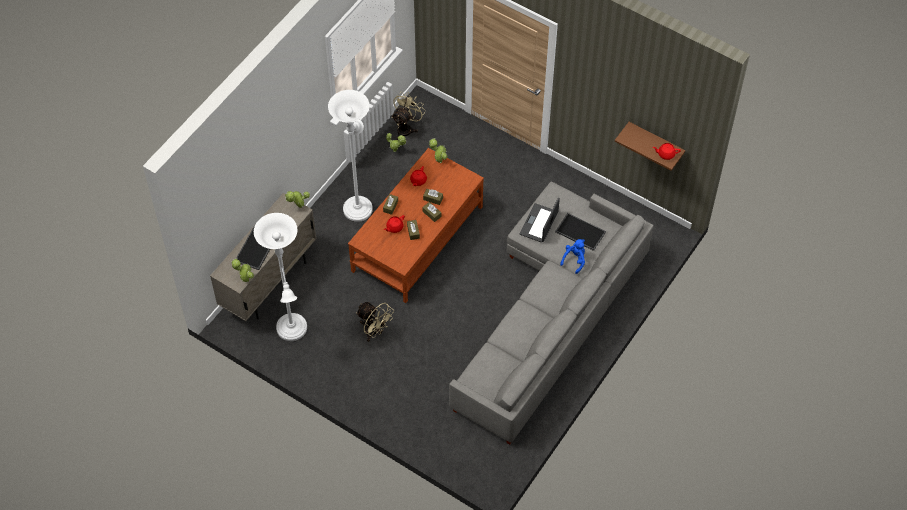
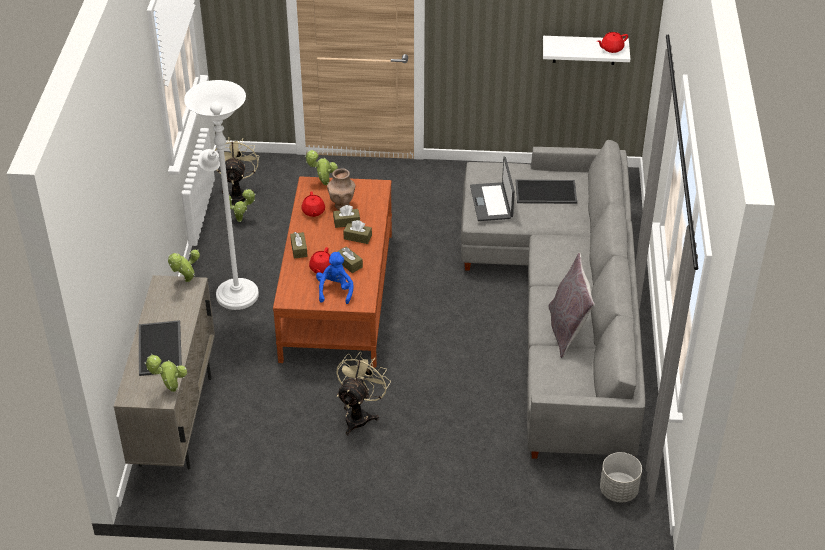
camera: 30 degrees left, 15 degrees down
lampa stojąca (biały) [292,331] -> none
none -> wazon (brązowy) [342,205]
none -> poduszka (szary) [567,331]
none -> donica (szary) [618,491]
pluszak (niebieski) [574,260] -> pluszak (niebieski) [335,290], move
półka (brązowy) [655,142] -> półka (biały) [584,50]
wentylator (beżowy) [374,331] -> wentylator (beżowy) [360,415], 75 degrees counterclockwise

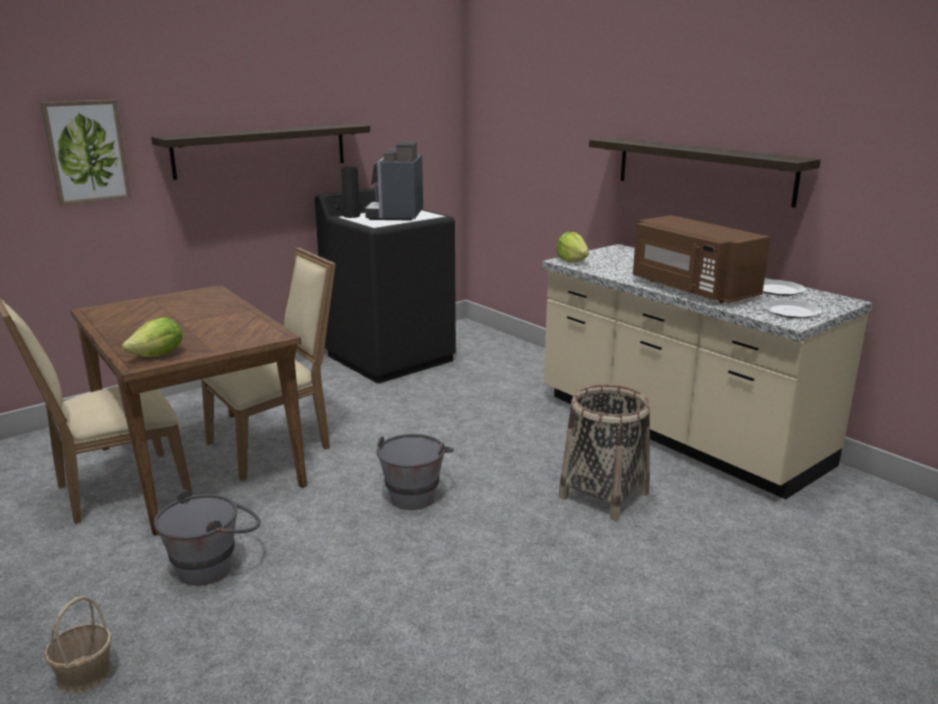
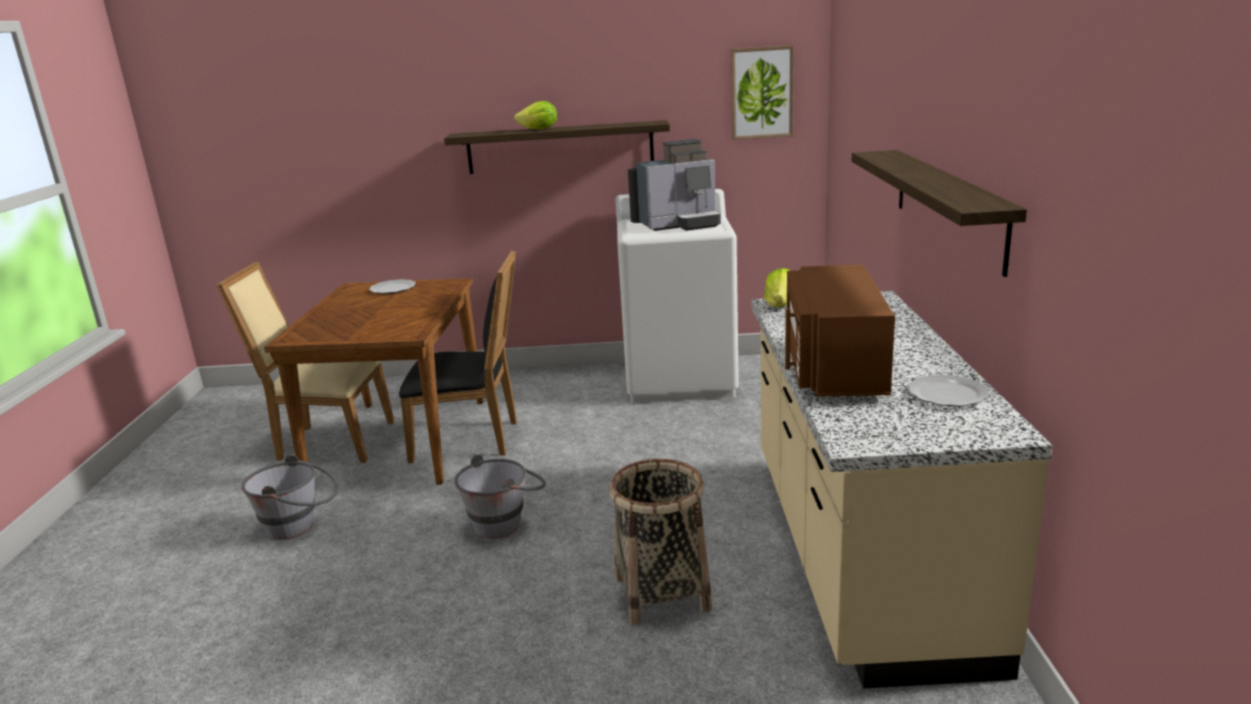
camera: 40 degrees right, 0 degrees up
koszyk [84,675] -> none
obraz [86,151] -> obraz [761,93], move
sałata [158,355] -> sałata [539,129], move
talerz [792,312] -> talerz [392,289], move
krzesło (beżowy) [276,445] -> krzesło (czarny) [472,439]
pralka (czarny) [391,358] -> pralka (biały) [680,379]
ekspres do kawy [397,215] -> ekspres do kawy [681,224], 150 degrees counterclockwise

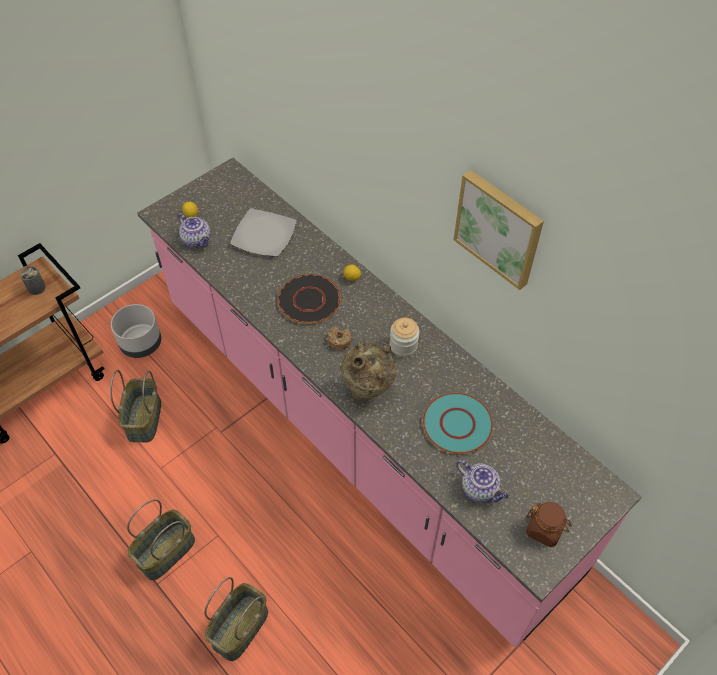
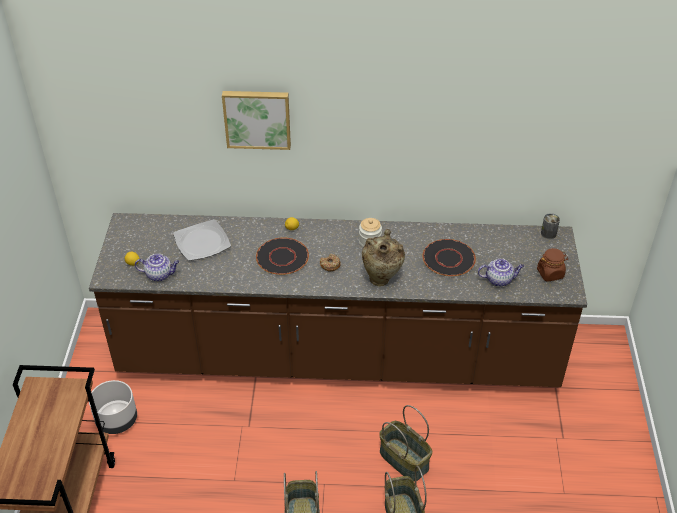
camera: 45 degrees left, 10 degrees down
puszka [36,288] -> puszka [548,233], move
koszyk [145,419] -> koszyk [405,460], move
obraz [499,228] -> obraz [257,118], move
zabudowa kuchenna (różowy) [358,431] -> zabudowa kuchenna (brązowy) [338,356]
talerz (turkusowy) [457,423] -> talerz (czarny) [448,258]

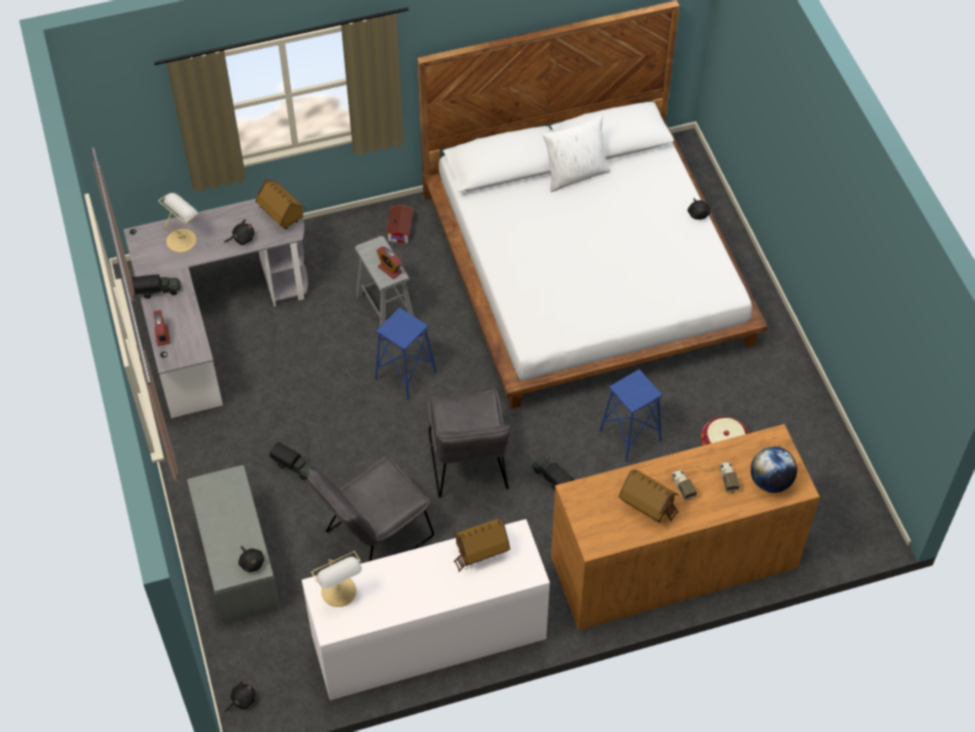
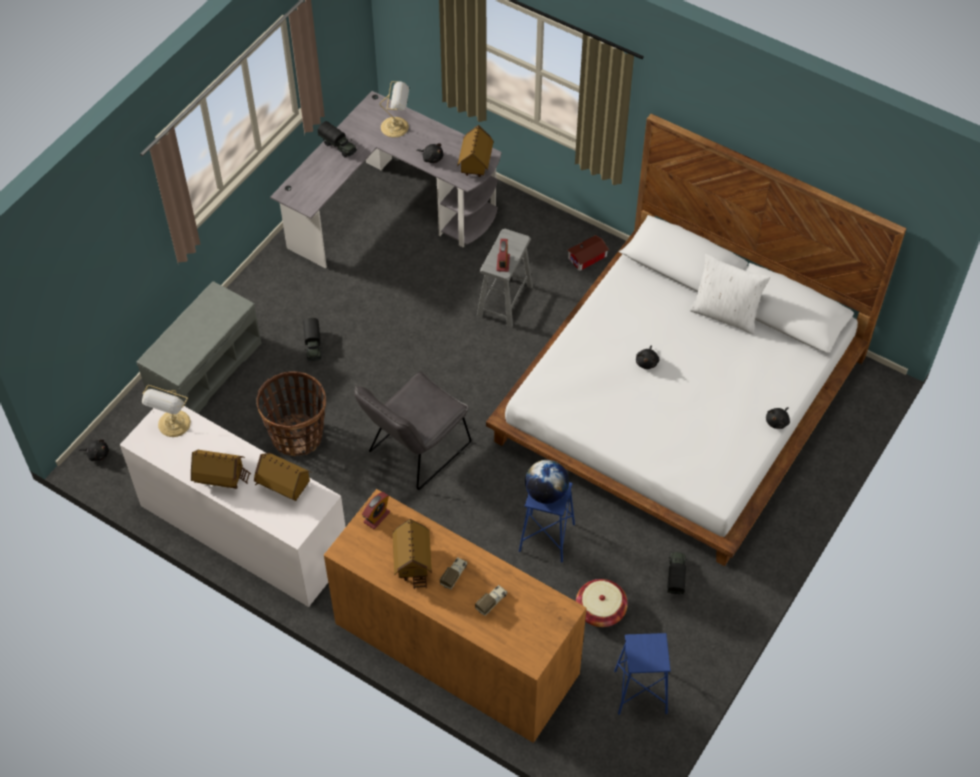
camera: 50 degrees right, 0 degrees up
none -> domek [221,479]
budzik [162,335] -> budzik [376,517], move
pluszak (czarny) [251,562] -> pluszak (czarny) [647,362], move
stołek (niebieski) [405,375] -> stołek (niebieski) [640,692], move
ciężarówka zabawkowa [551,478] -> ciężarówka zabawkowa [676,576], move
globus [770,481] -> globus [546,493], move
krzesło (szary) [373,538] -> koszyk [297,436]

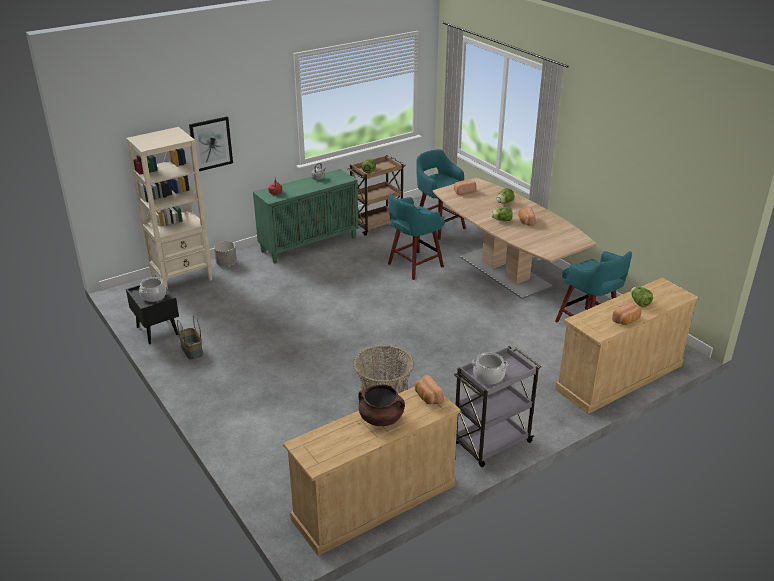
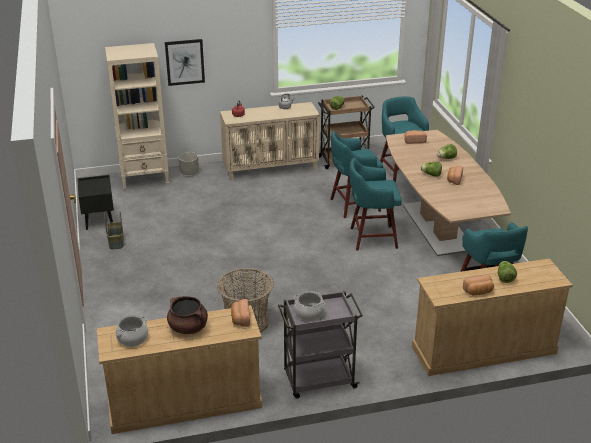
camera: 20 degrees right, 0 degrees up
none -> stołek (turkusowy) [371,238]
garnek [153,296] -> garnek [132,338], move
szafka (zielony) [309,244] -> szafka (beżowy) [271,168]

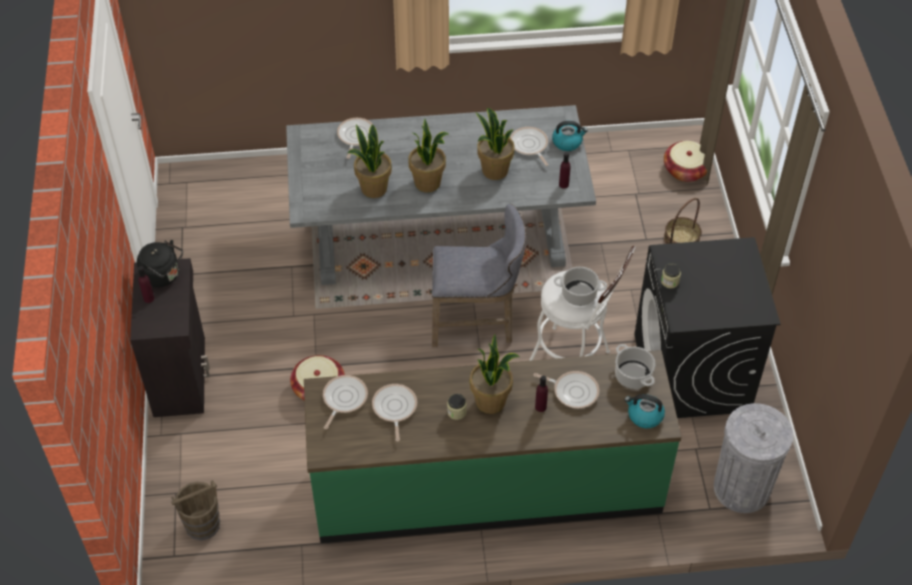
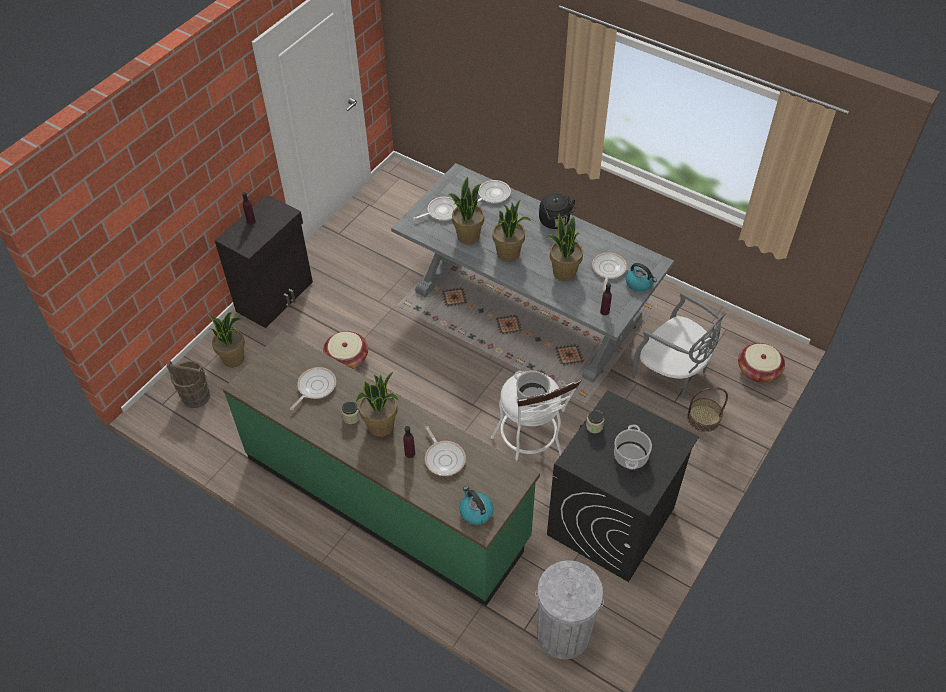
camera: 40 degrees right, 0 degrees up
stołek (szary) [477,324] -> none
none -> roślina doniczkowa [234,358]
none -> krzesło (szary) [672,372]
czajnik (czarny) [163,276] -> czajnik (czarny) [555,222], move
patelnia [343,399] -> patelnia [441,211], move
garnek [632,375] -> garnek [630,455], move

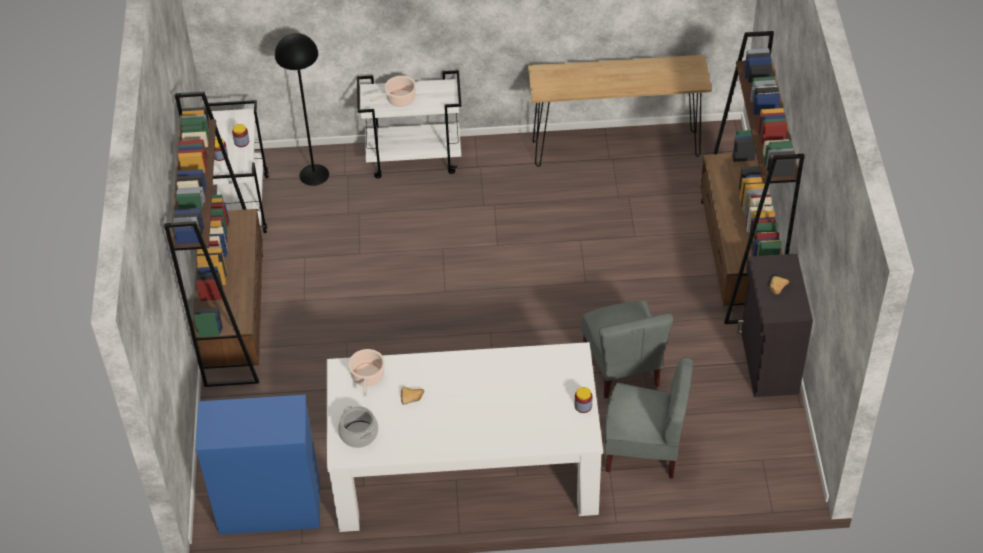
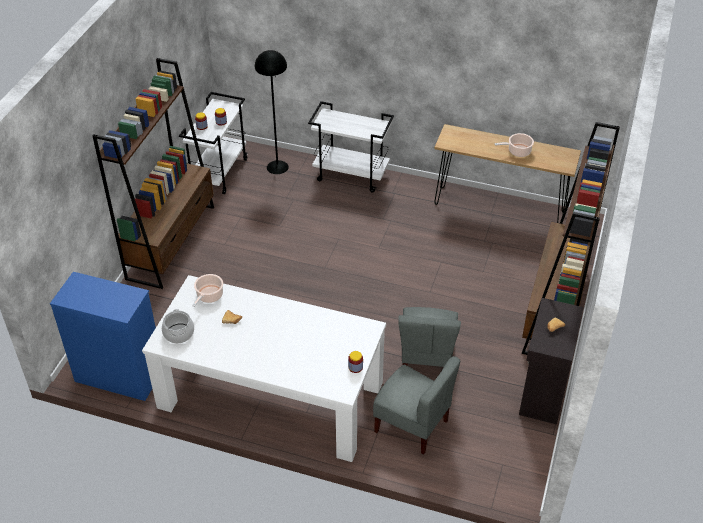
camera: 20 degrees right, 5 degrees down
garnek [399,99] -> garnek [517,151], move

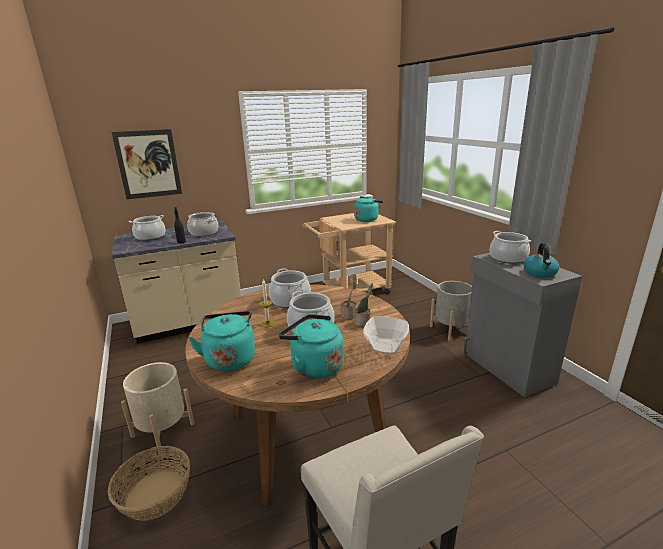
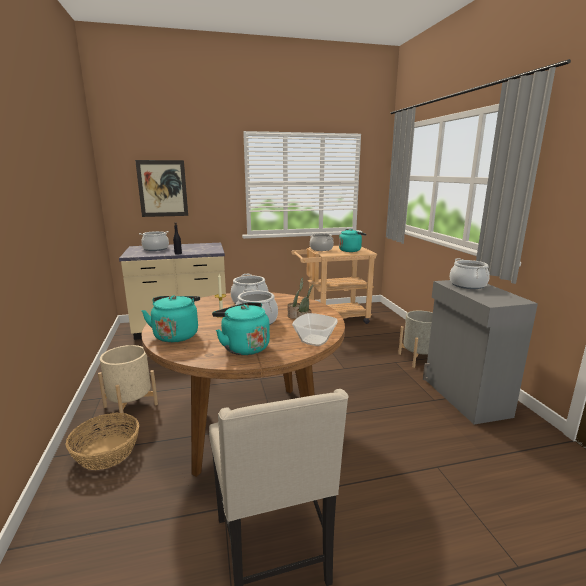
camera: 10 degrees right, 5 degrees down
czajnik [540,273] -> none
garnek [204,232] -> garnek [321,249], move

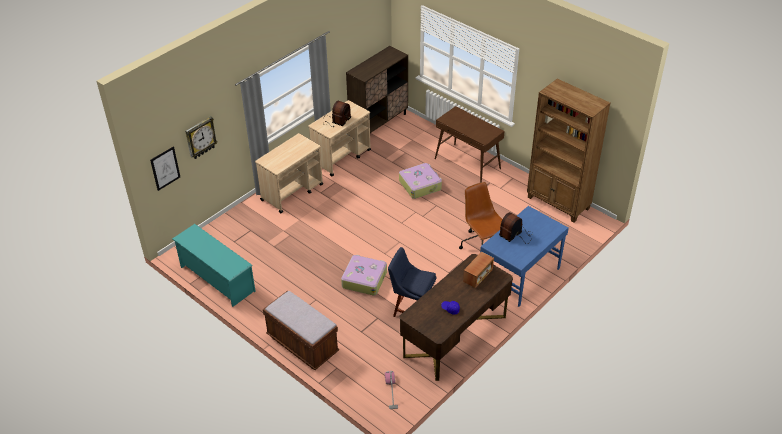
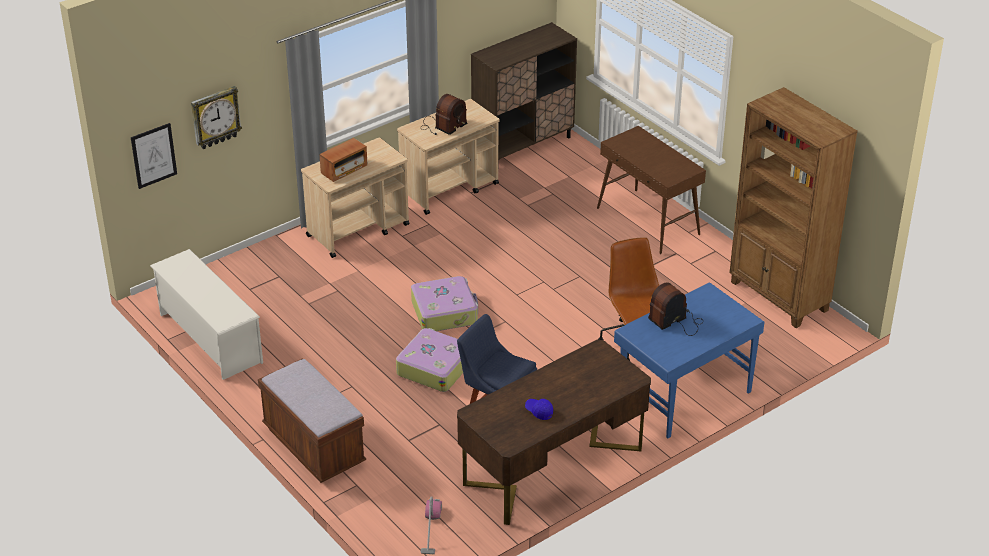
camera: 10 degrees right, 5 degrees down
walizka [420,185] -> walizka [445,312], move
radio [478,276] -> radio [344,170], move
regał na buty (turkusowy) [217,279] -> regał na buty (biały) [210,338]

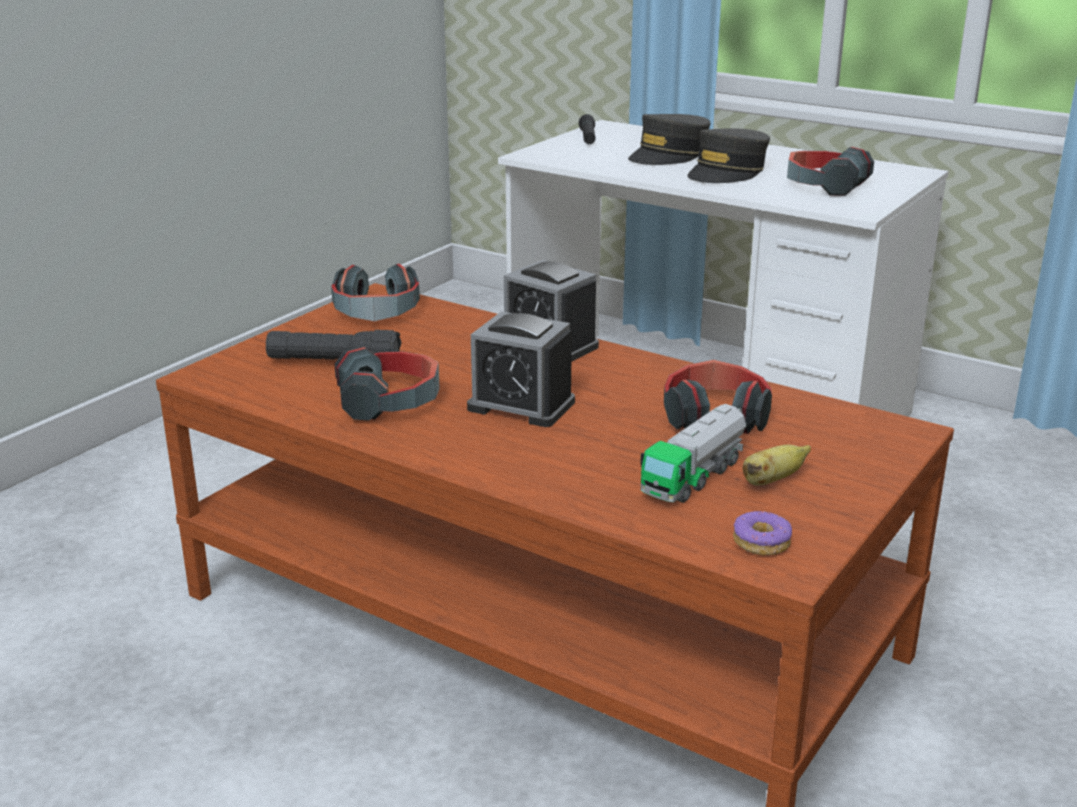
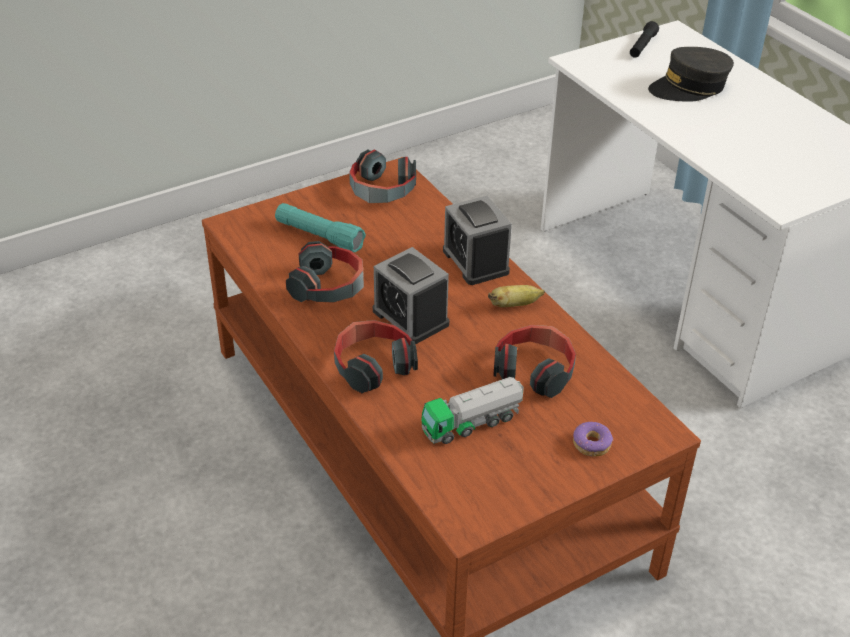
camera: 25 degrees right, 15 degrees up
czapka z daszkiem (szary) [727,172] -> none
donut [762,542] -> donut [592,444], move
banan [772,480] -> banan [514,305], move
słuchawki [824,186] -> słuchawki [373,366], move
latarka (czarny) [334,363] -> latarka (turkusowy) [319,236]

